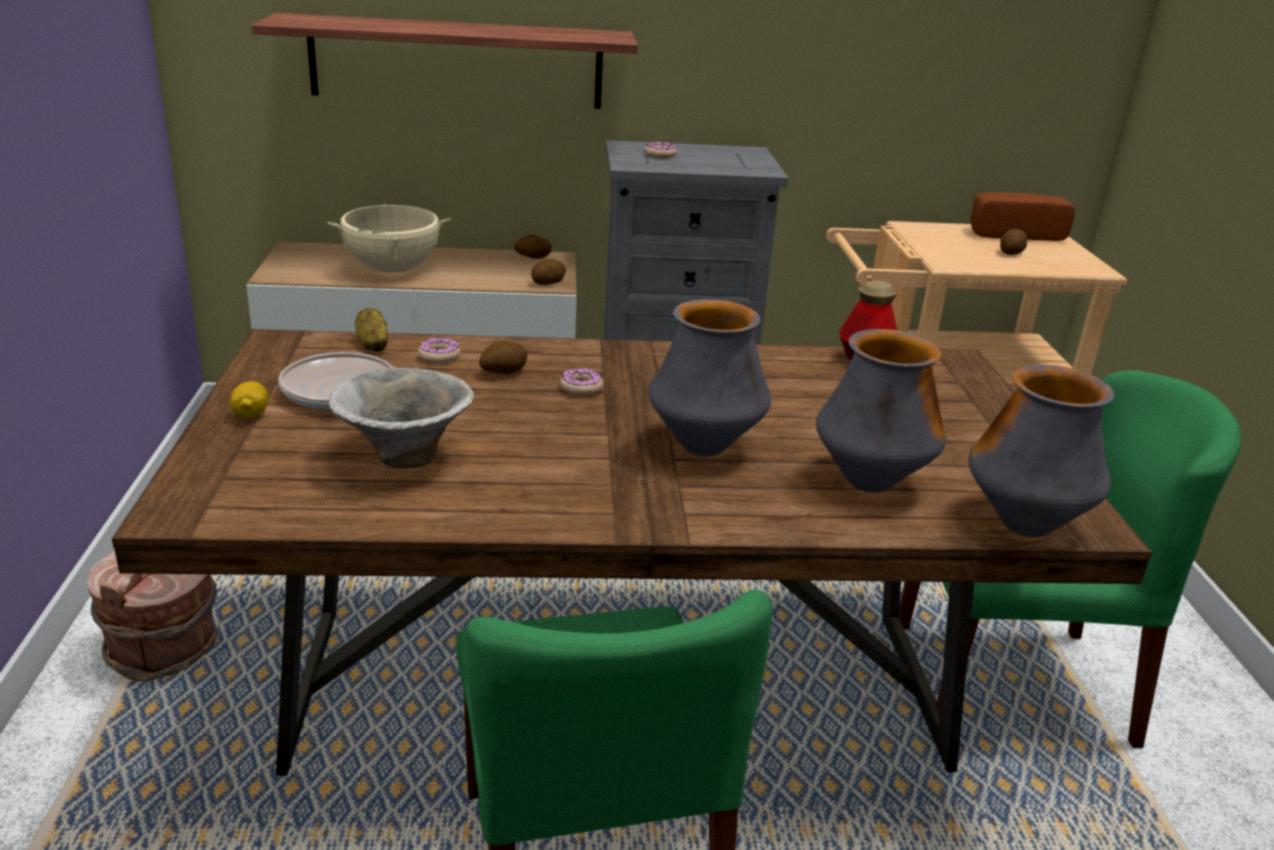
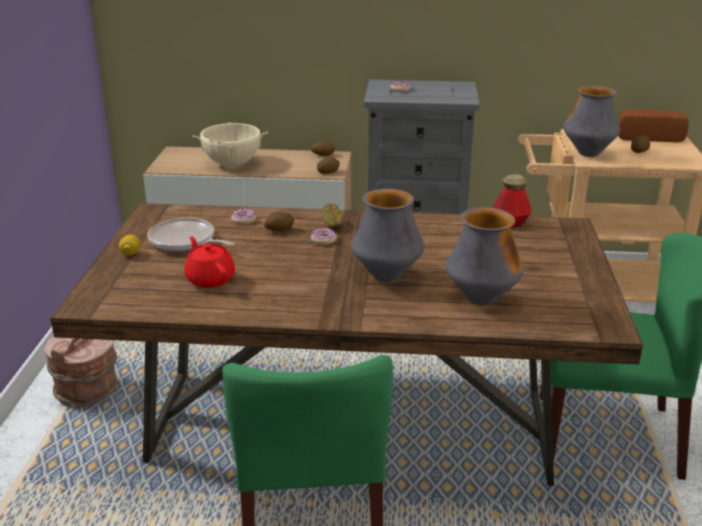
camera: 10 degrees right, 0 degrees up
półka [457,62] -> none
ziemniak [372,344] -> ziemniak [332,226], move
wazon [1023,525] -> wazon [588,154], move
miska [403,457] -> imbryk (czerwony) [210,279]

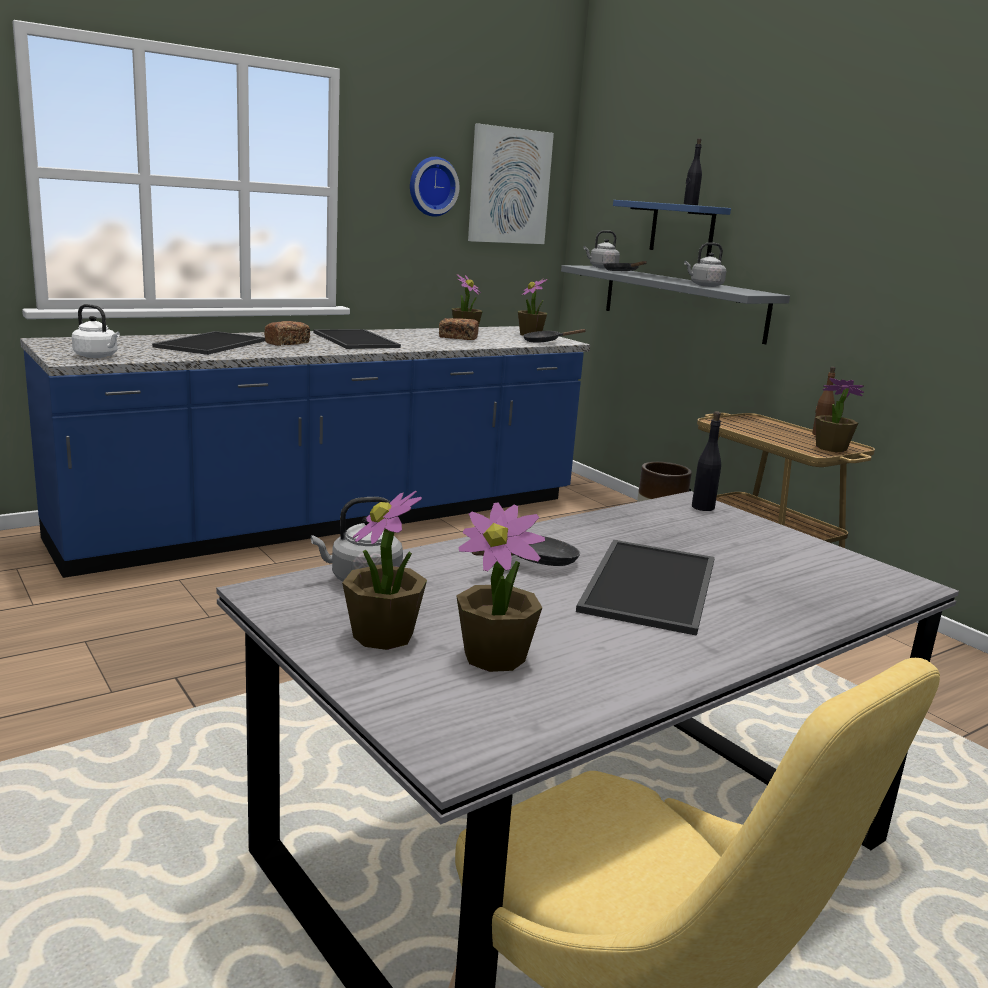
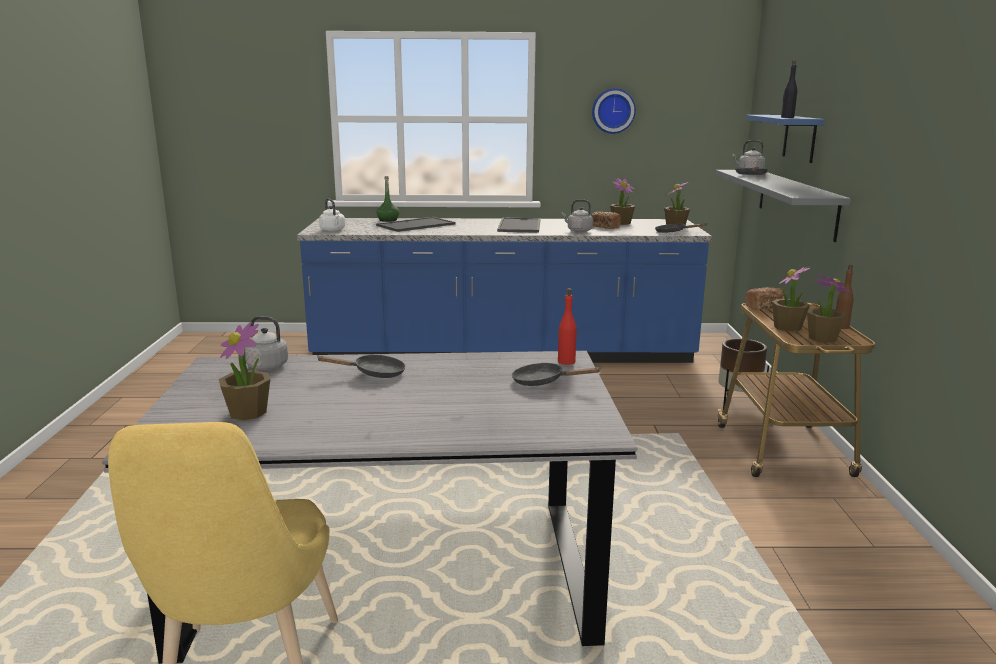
camera: 35 degrees right, 0 degrees up
obraz [509,186] -> none
taca [647,584] -> none
none -> butelka (zielony) [388,220]
none -> patelnia (czarny) [543,382]
chleb [287,343] -> chleb [765,306], move
roślina doniczkowa [383,636] -> roślina doniczkowa [787,327], move
czajnik (szary) [704,285] -> czajnik (szary) [578,231], move
butelka (czarny) [702,507] -> butelka (czerwony) [566,361]

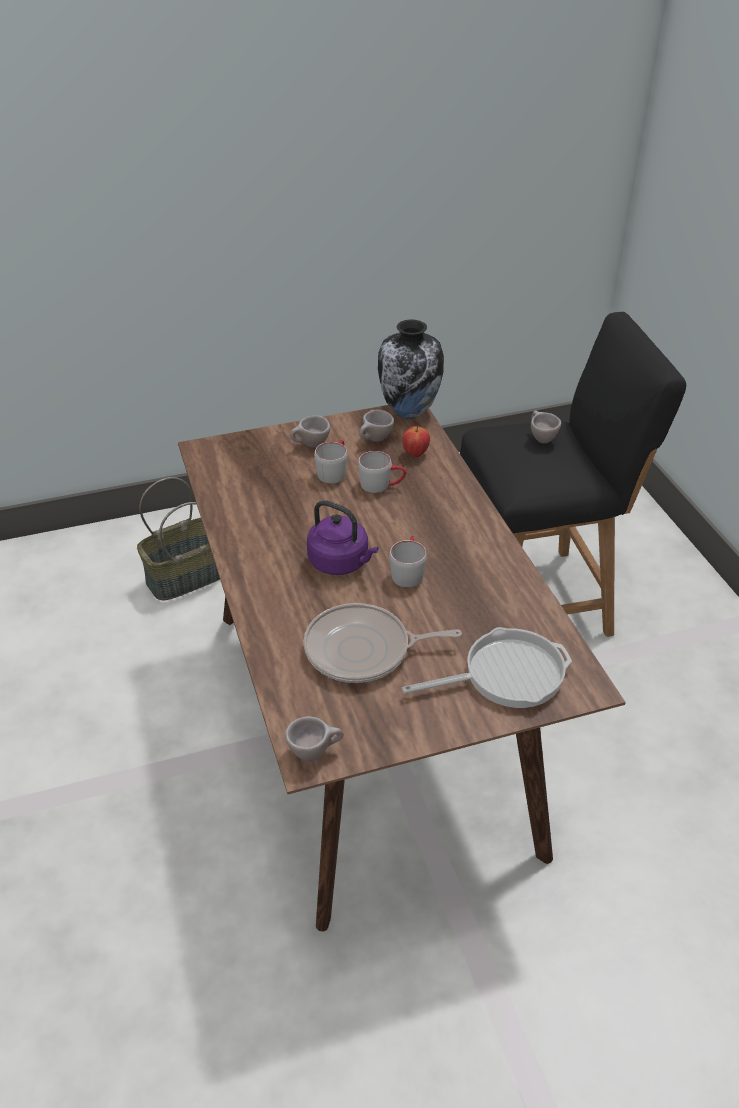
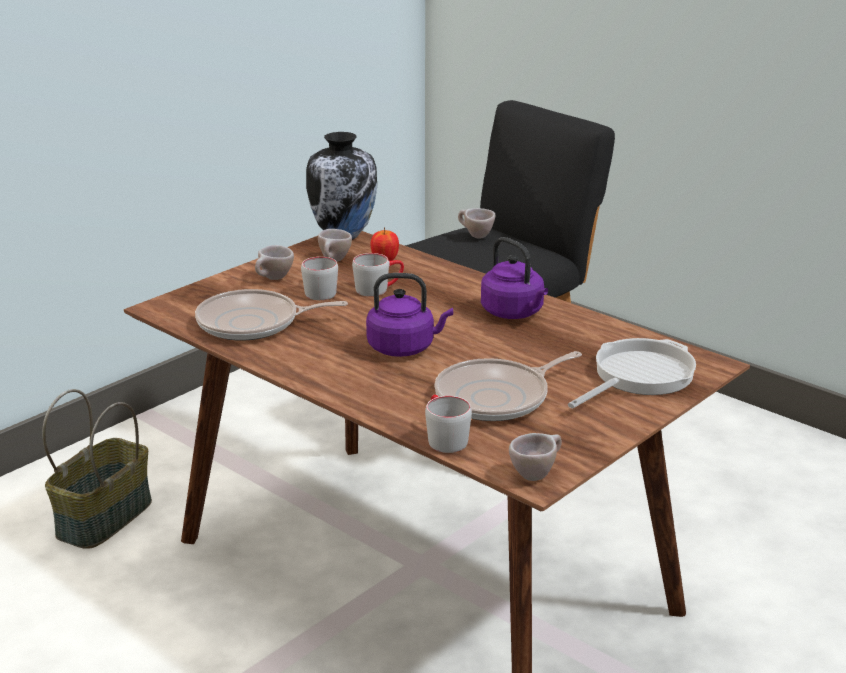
camera: 30 degrees left, 15 degrees down
none -> patelnia [253,323]
none -> czajnik (fioletowy) [514,313]
kubek (szary) [407,571] -> kubek (szary) [443,438], move

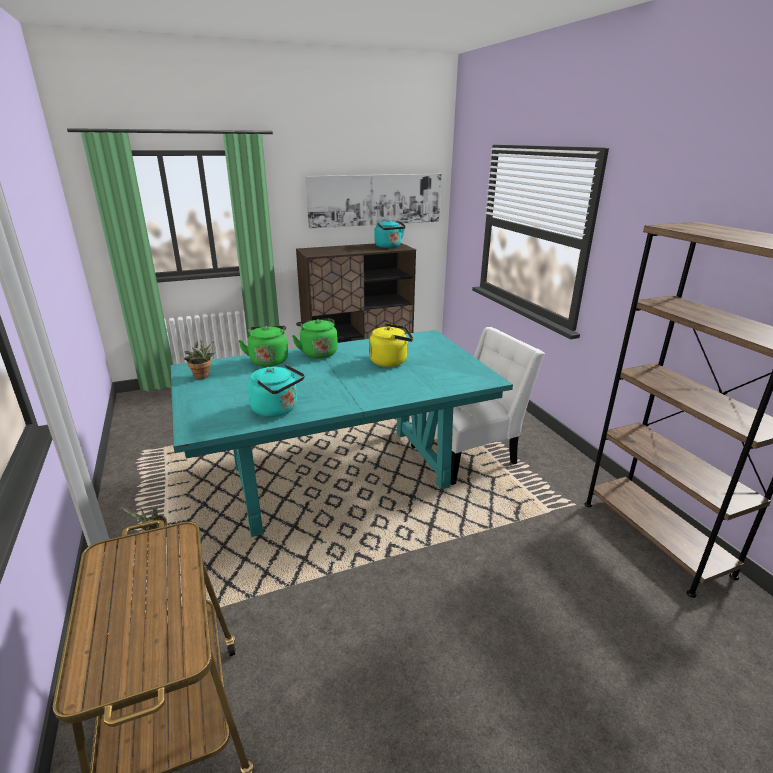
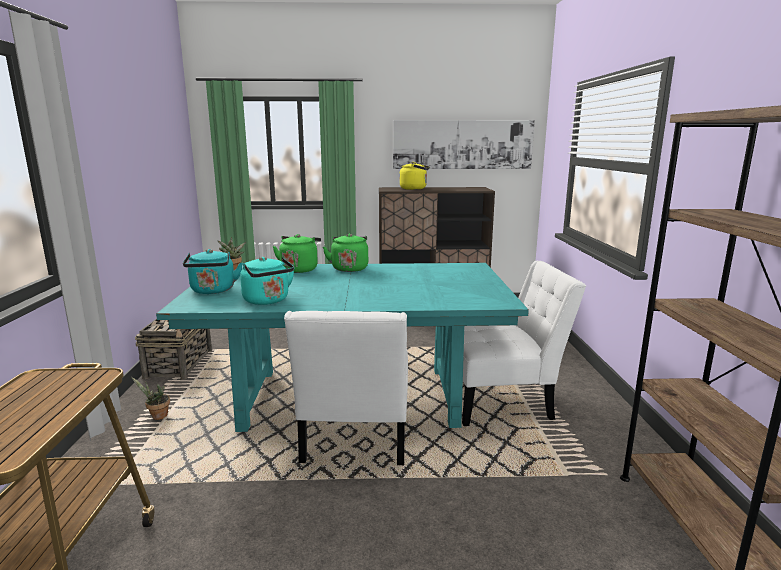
camera: 20 degrees right, 10 degrees down
none -> koszyk [180,363]
none -> krzesło (biały) [355,439]
czajnik (żółty) [391,361] -> czajnik (żółty) [415,189], move
czajnik (turkusowy) [389,246] -> czajnik (turkusowy) [213,291], move

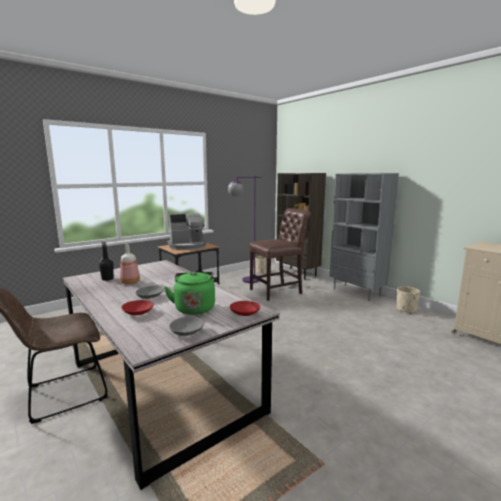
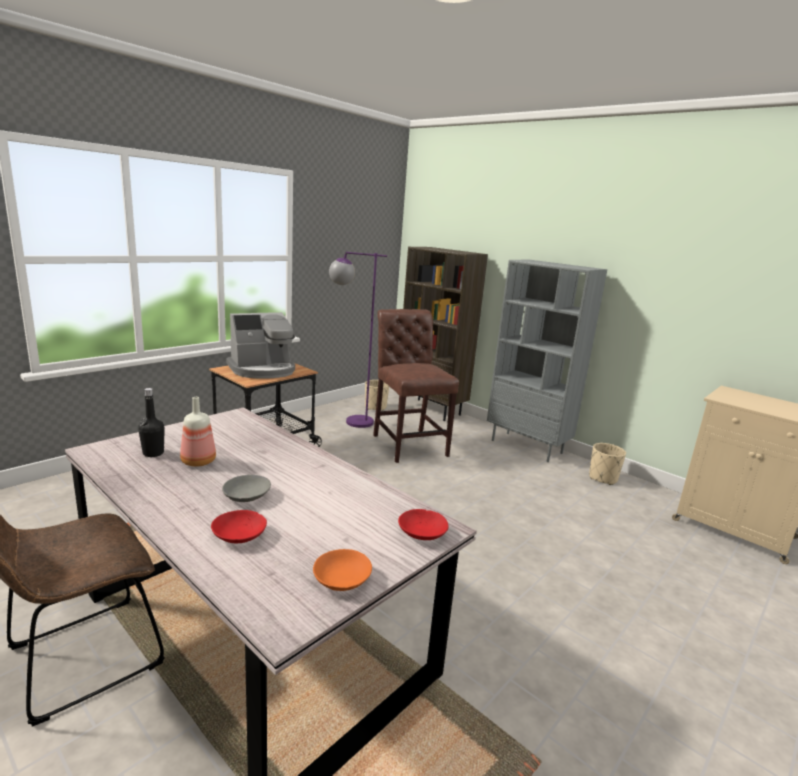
camera: 10 degrees left, 5 degrees up
czajnik (zielony) [194,308] -> none
miska (szary) [186,332] -> miska (pomarańczowy) [341,580]
krzesło (brązowy) [278,291] -> krzesło (brązowy) [408,443], 75 degrees counterclockwise

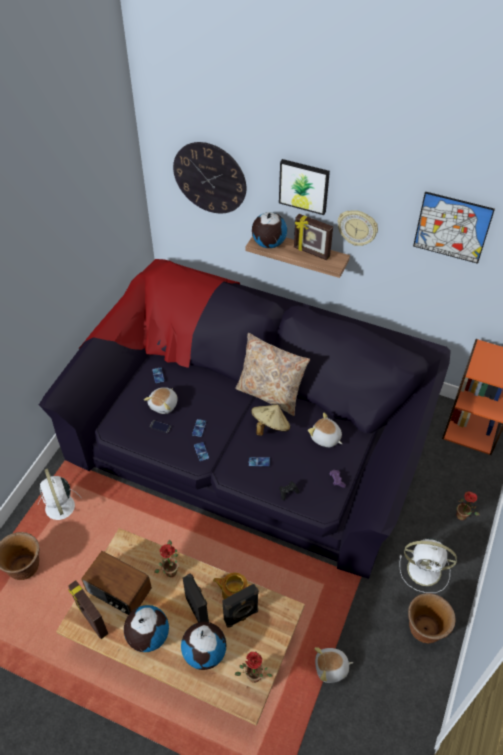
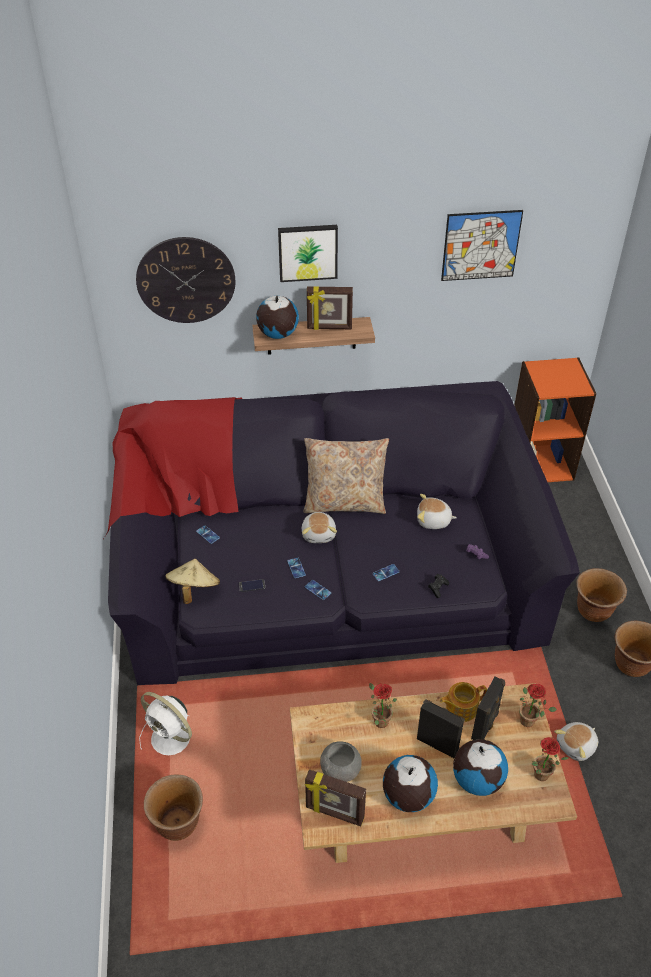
camera: 30 degrees left, 5 degrees down
zegar ścienny [357,227] -> none
pluszak [164,405] -> pluszak [319,534], move
kapelusz (beżowy) [270,427] -> kapelusz (beżowy) [193,590], move
roślina doniczkowa [463,517] -> roślina doniczkowa [530,721], move
radio [118,591] -> miska (szary) [341,770]
wentylator (biały) [426,570] -> donica (brązowy) [593,611]

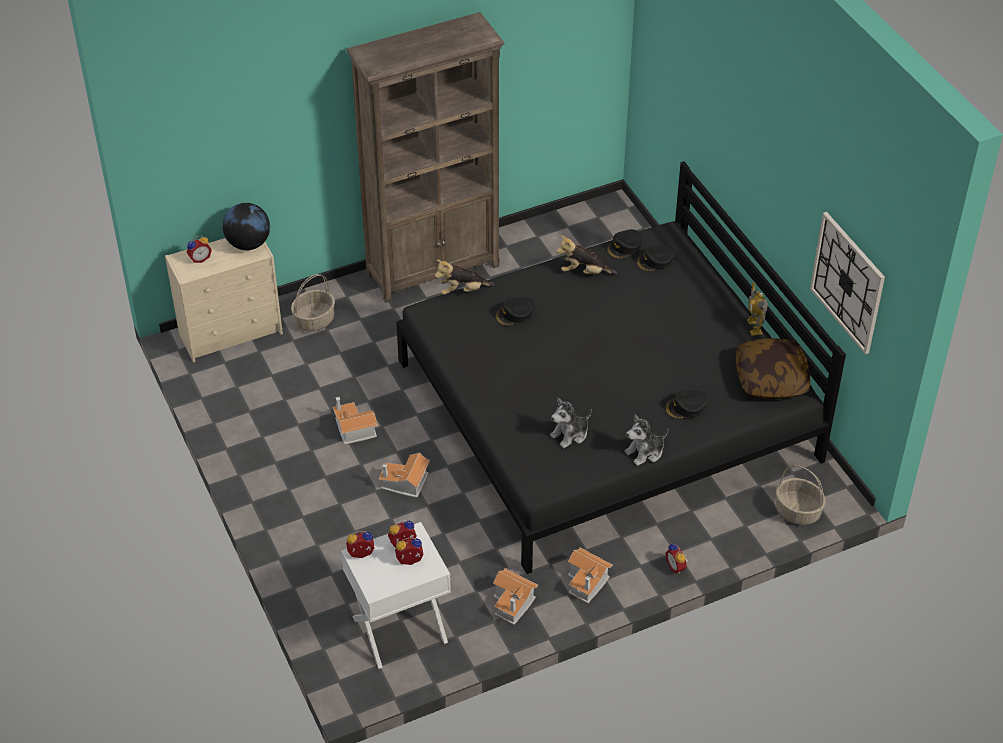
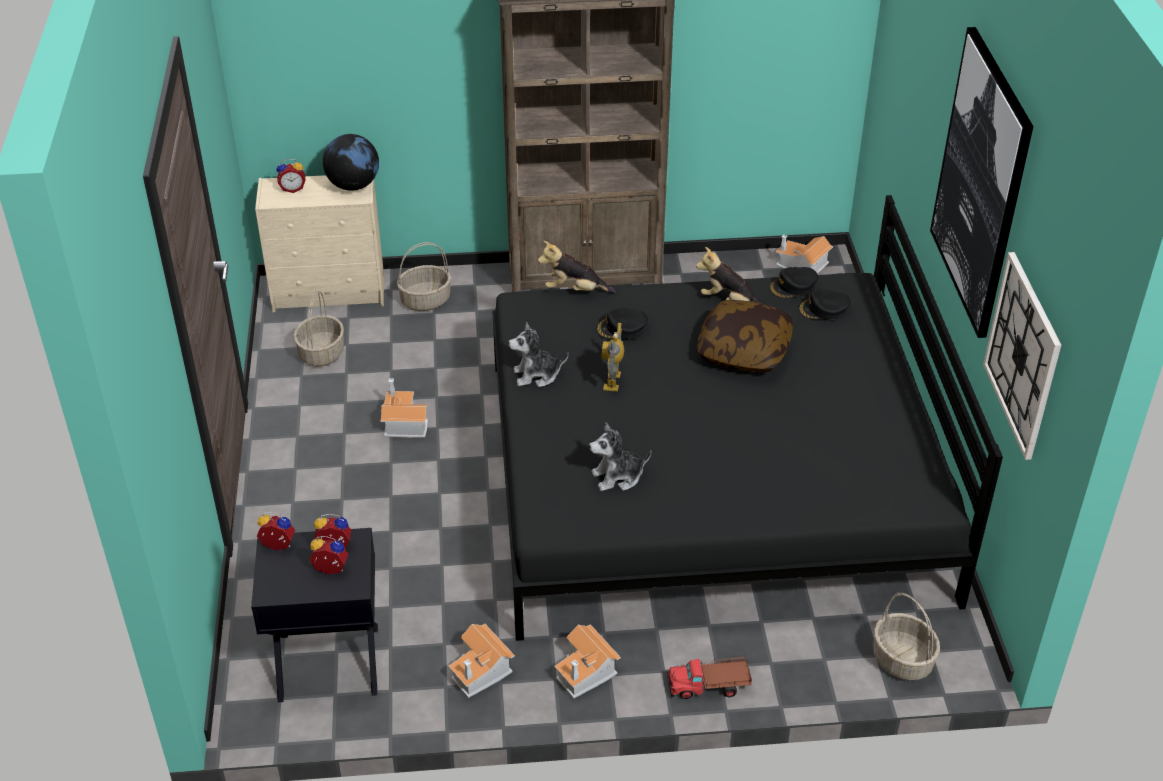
camera: 20 degrees right, 5 degrees down
czapka z daszkiem (czarny) [685,408] -> none
none -> koszyk [321,353]
none -> obraz [981,183]
domek [405,483] -> domek [801,266], move
pluszak [645,452] -> pluszak [537,375], move
poduszka [771,379] -> poduszka [744,350], move
robot zabawkowy [754,327] -> robot zabawkowy [613,381], move
budzik [676,567] -> ciężarówka zabawkowa [709,685]
szafka nocna (biały) [400,630] -> szafka nocna (czarny) [328,663]

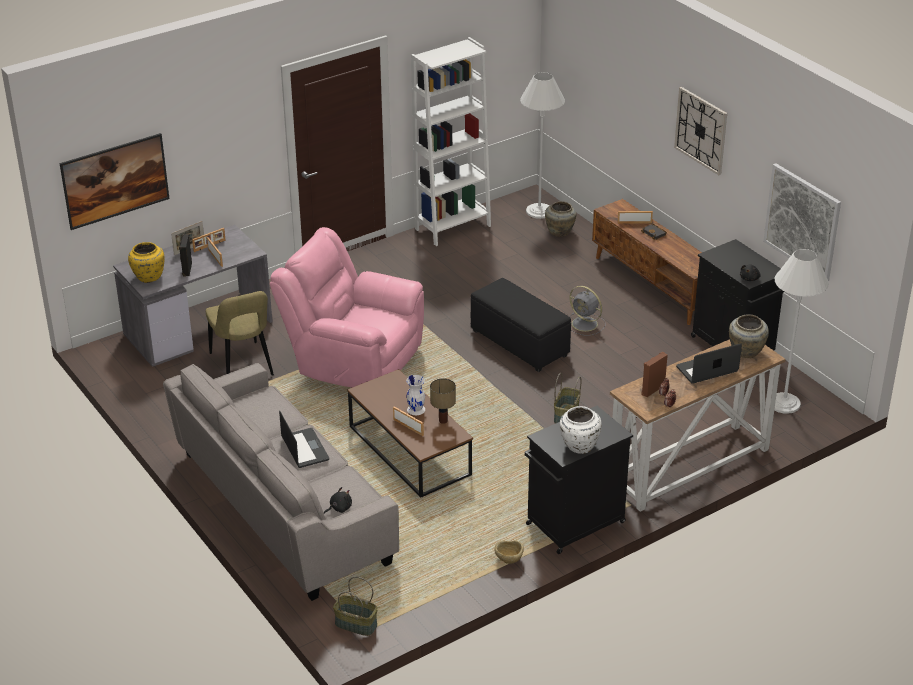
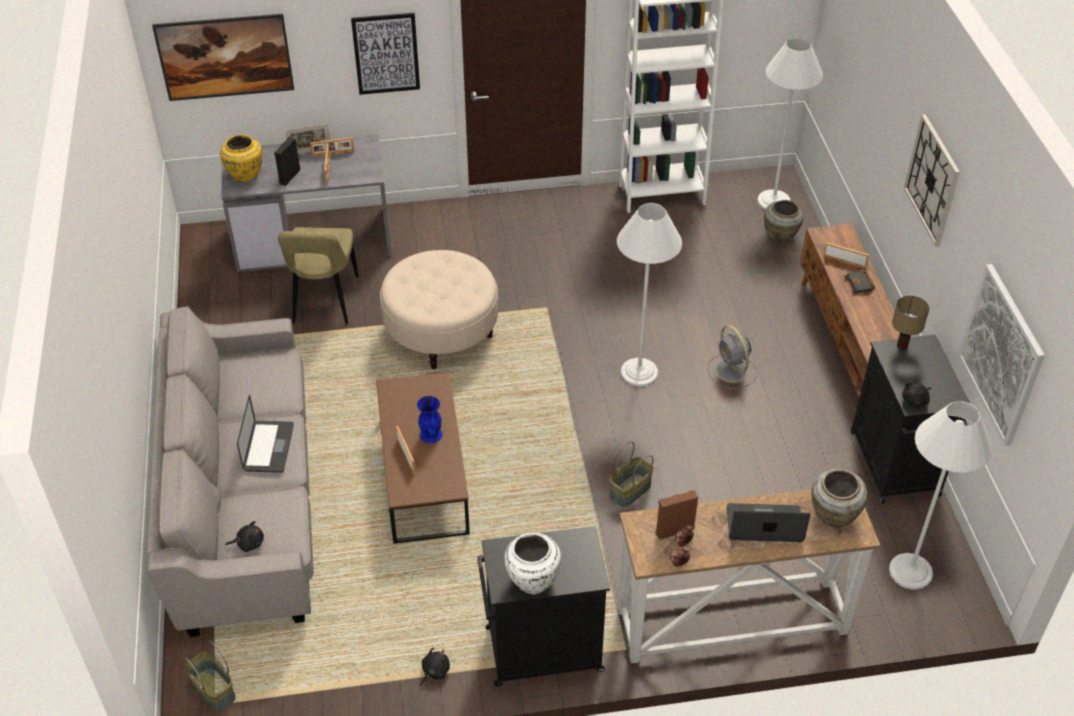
camera: 25 degrees right, 10 degrees up
none -> obraz [386,53]
lampa stołowa [443,421] -> lampa stołowa [901,346], move
fotel (różowy) [352,360] -> pufa (beżowy) [441,333]
pufa (czarny) [520,343] -> lampa stojąca (biały) [639,372]
miska (beżowy) [509,560] -> pluszak (czarny) [434,671]
wazon (biały) [416,409] -> wazon (niebieski) [431,434]

